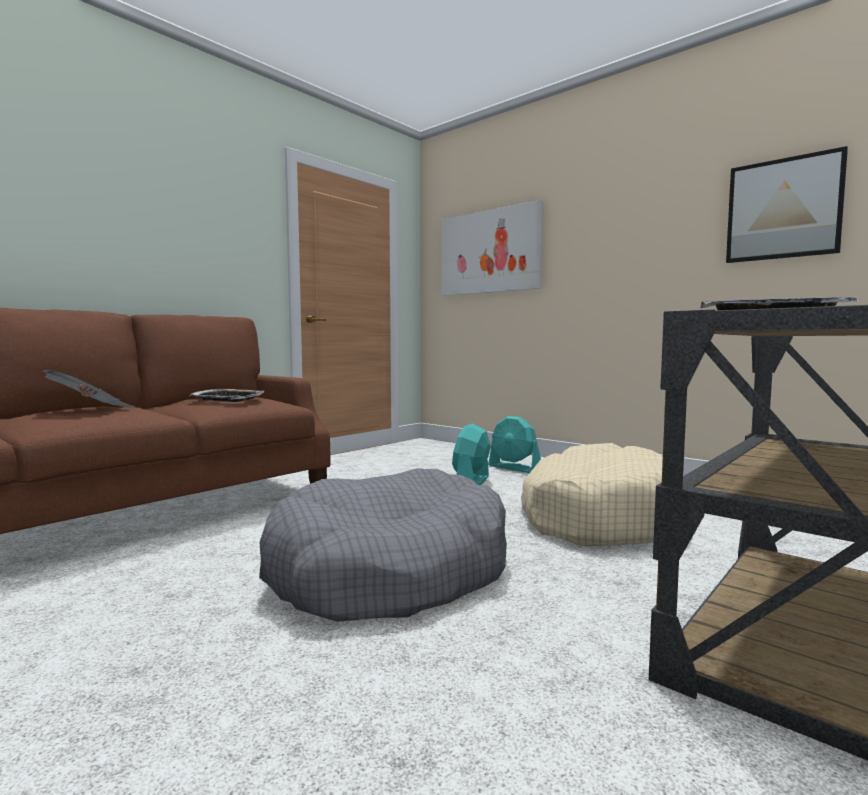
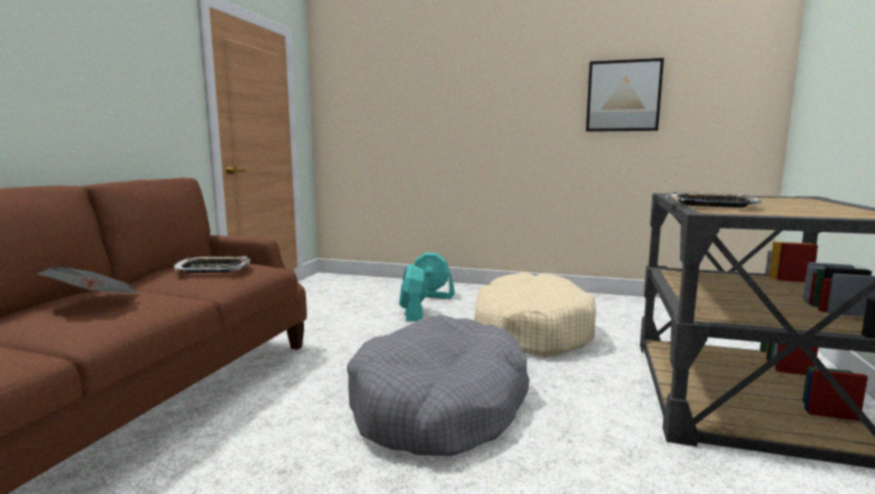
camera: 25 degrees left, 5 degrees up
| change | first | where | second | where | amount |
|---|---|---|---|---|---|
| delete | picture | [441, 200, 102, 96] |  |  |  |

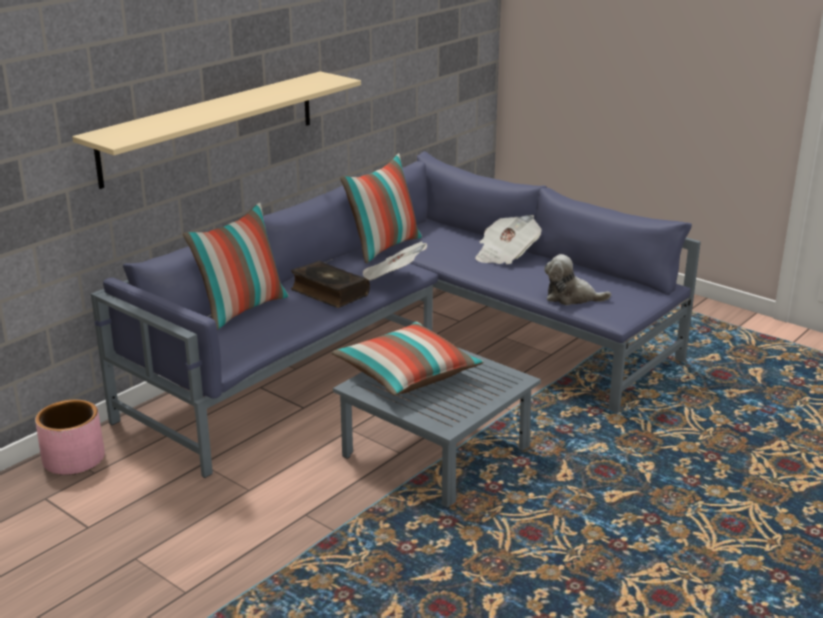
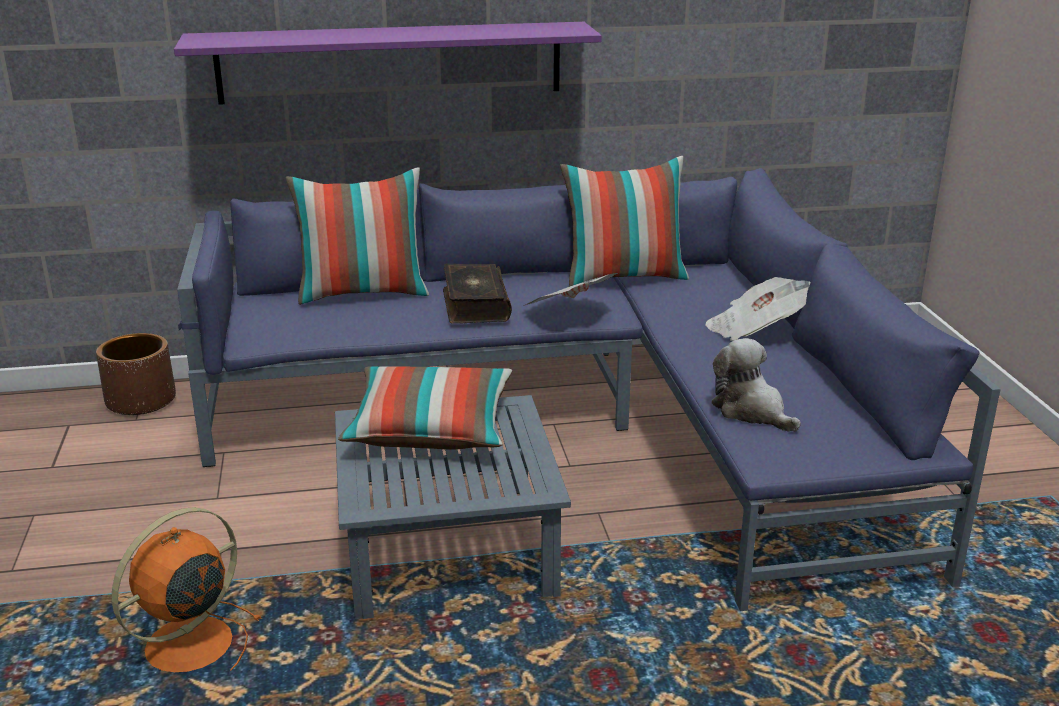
camera: 40 degrees right, 0 degrees up
| change | first | where | second | where | amount |
|---|---|---|---|---|---|
| recolor | shelf (beige) | [72, 71, 289, 118] | shelf (purple) | [174, 22, 428, 83] |  |
| recolor | planter (pink) | [35, 399, 70, 76] | planter (brown) | [96, 333, 80, 82] |  |
| insert |  |  | fan (orange) | [112, 507, 150, 165] |  |

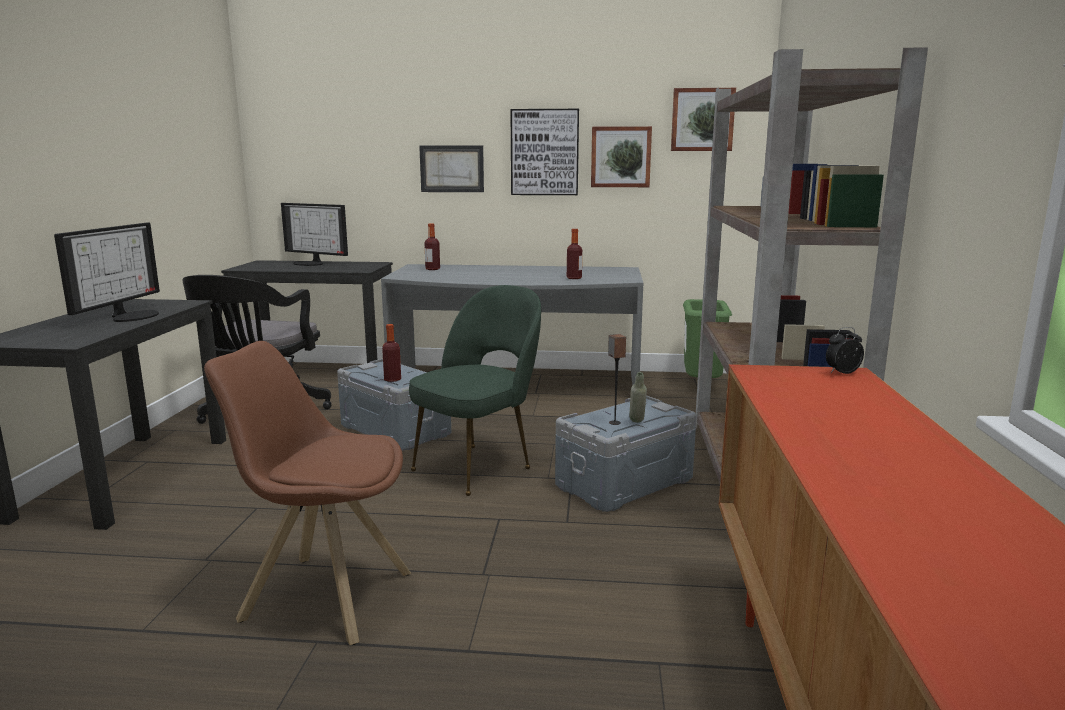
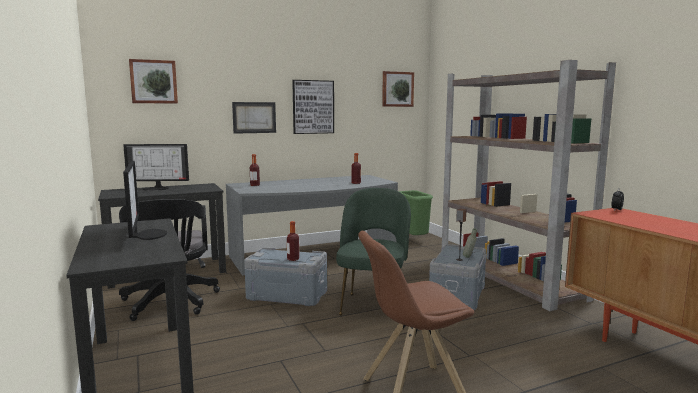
camera: 30 degrees left, 5 degrees down
| change | first | where | second | where | amount |
|---|---|---|---|---|---|
| move | picture | [591, 126, 61, 61] |  | [129, 59, 49, 45] |  |

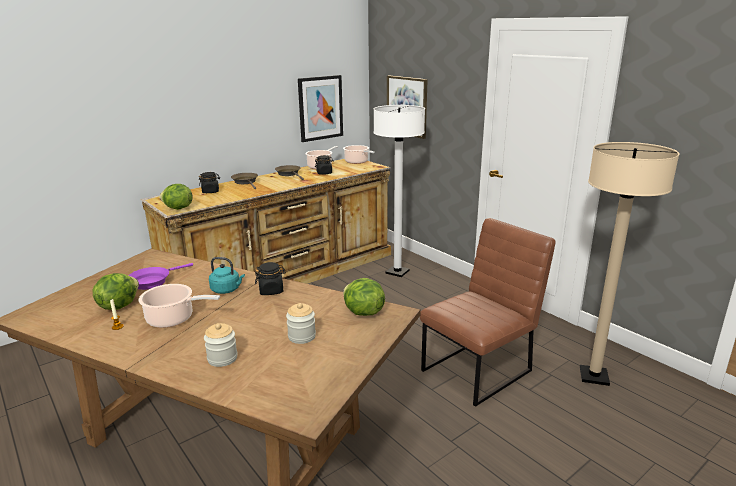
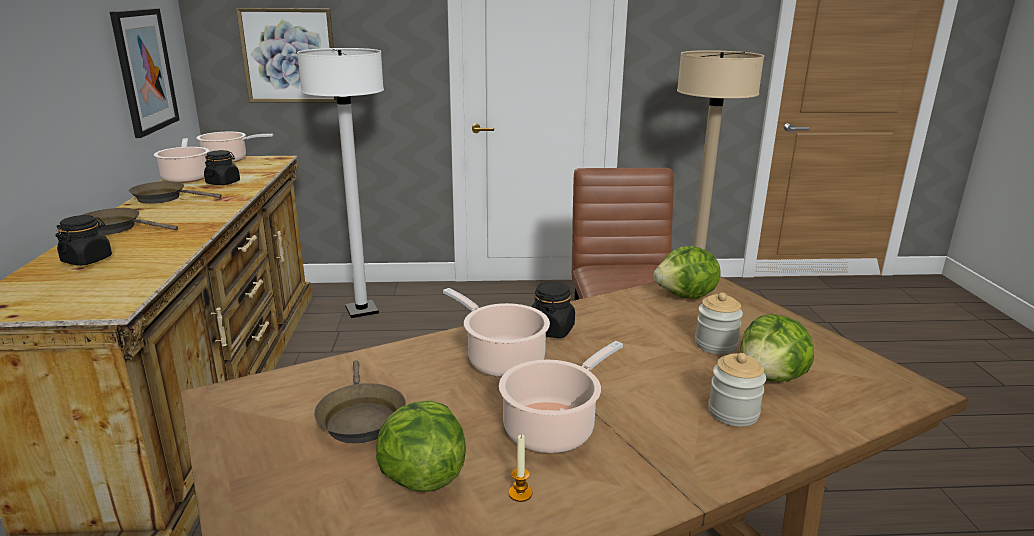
camera: 55 degrees left, 0 degrees up
| change | first | where | second | where | amount |
|---|---|---|---|---|---|
| move | lettuce | [159, 184, 34, 26] |  | [741, 314, 73, 68] |  |
| replace | kettle (turquoise) | [209, 257, 36, 37] | cooking pot | [443, 288, 107, 89] |  |
| recolor | frying pan (purple) | [128, 263, 65, 27] | frying pan (brown) | [314, 360, 92, 83] |  |

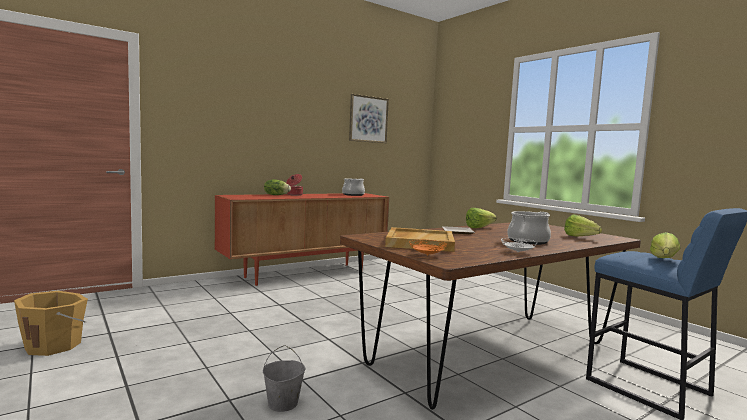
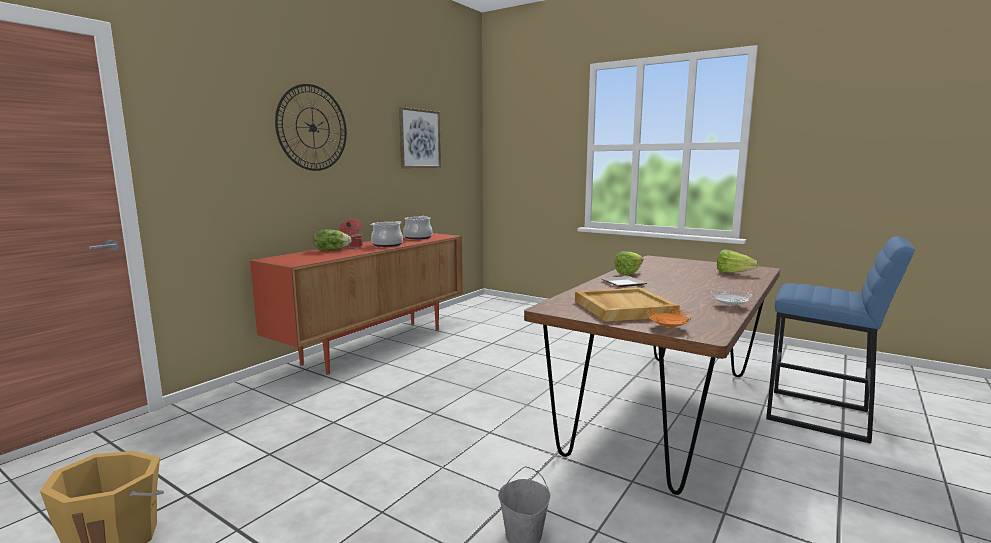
camera: 20 degrees left, 5 degrees up
| change | first | where | second | where | amount |
|---|---|---|---|---|---|
| move | cooking pot | [507, 211, 44, 34] |  | [370, 221, 33, 26] |  |
| delete | lettuce | [650, 232, 30, 26] |  |  |  |
| insert |  |  | wall clock | [275, 84, 72, 87] |  |

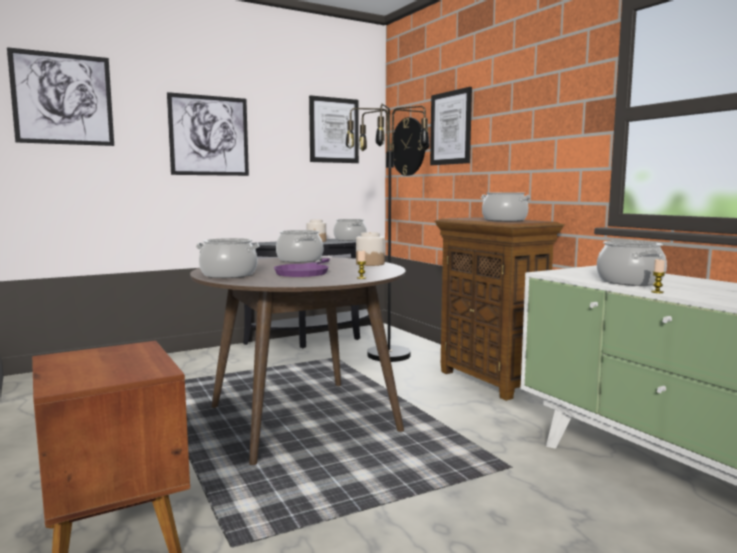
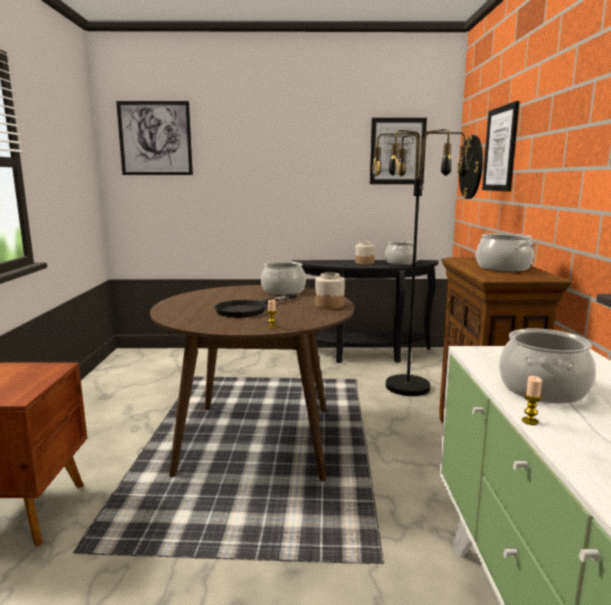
camera: 30 degrees right, 5 degrees up
| change | first | where | second | where | amount |
|---|---|---|---|---|---|
| delete | picture | [167, 92, 82, 84] |  |  |  |
| delete | cooking pot | [196, 238, 64, 40] |  |  |  |
| recolor | frying pan (purple) | [274, 258, 56, 19] | frying pan (black) | [215, 294, 82, 24] |  |

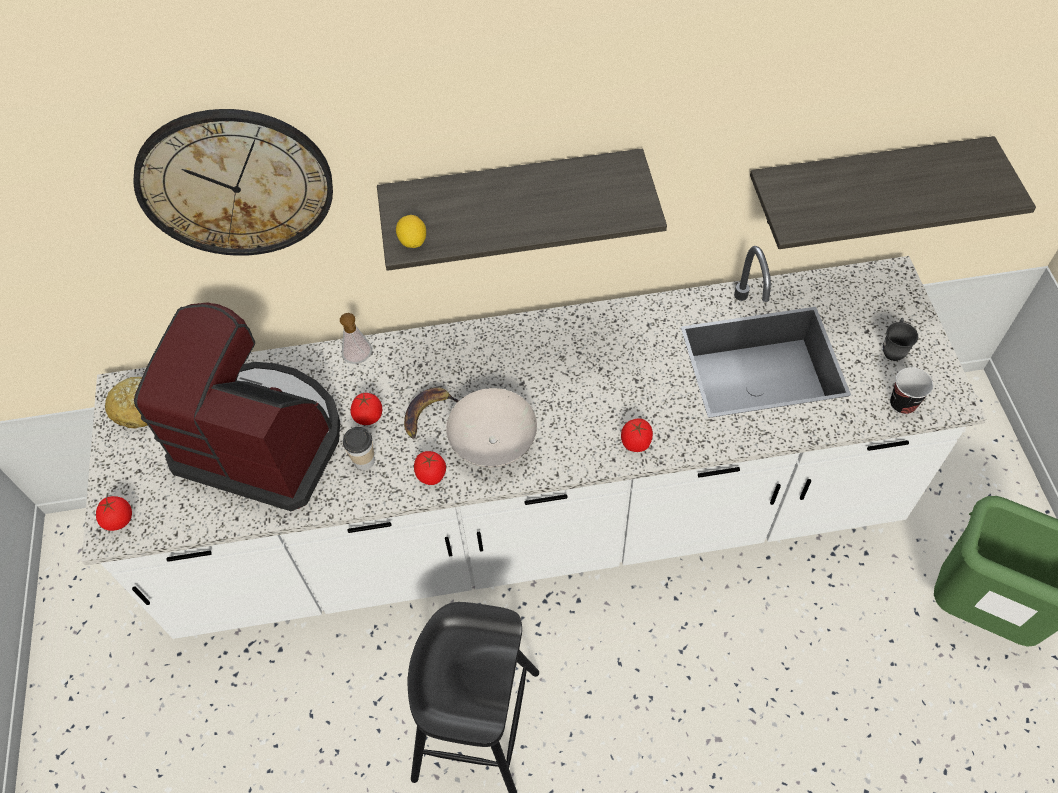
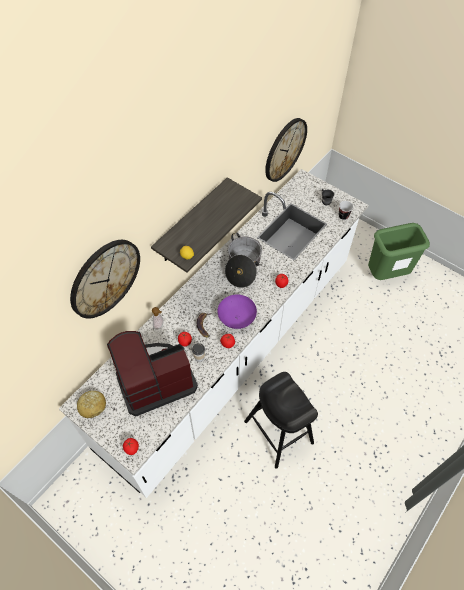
camera: 45 degrees left, 0 degrees up
| change | first | where | second | where | amount |
|---|---|---|---|---|---|
| replace | shelf | [750, 136, 286, 113] | wall clock | [265, 118, 42, 64] |  |
| recolor | bowl (white) | [446, 388, 91, 80] | bowl (purple) | [218, 295, 39, 34] |  |
| insert |  |  | cooking pot | [225, 233, 37, 55] |  |

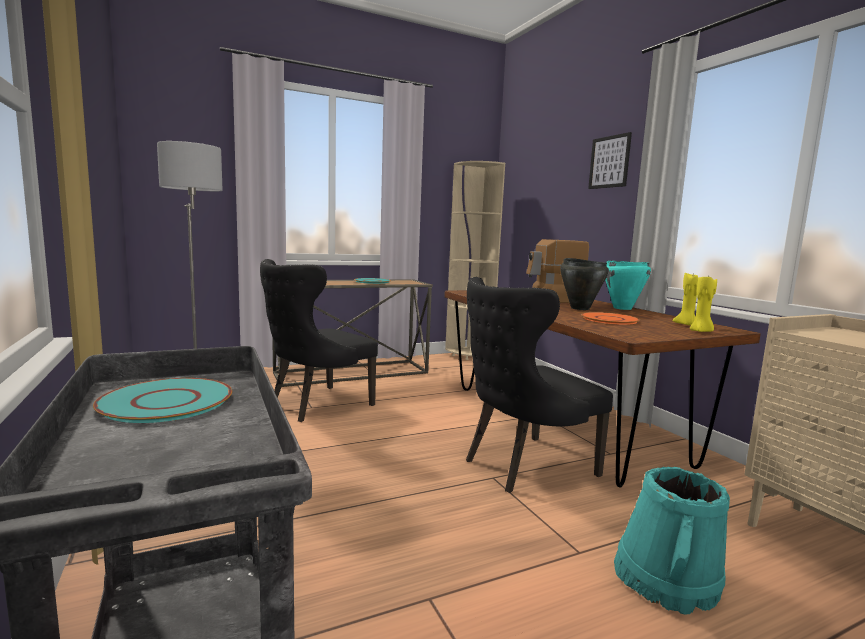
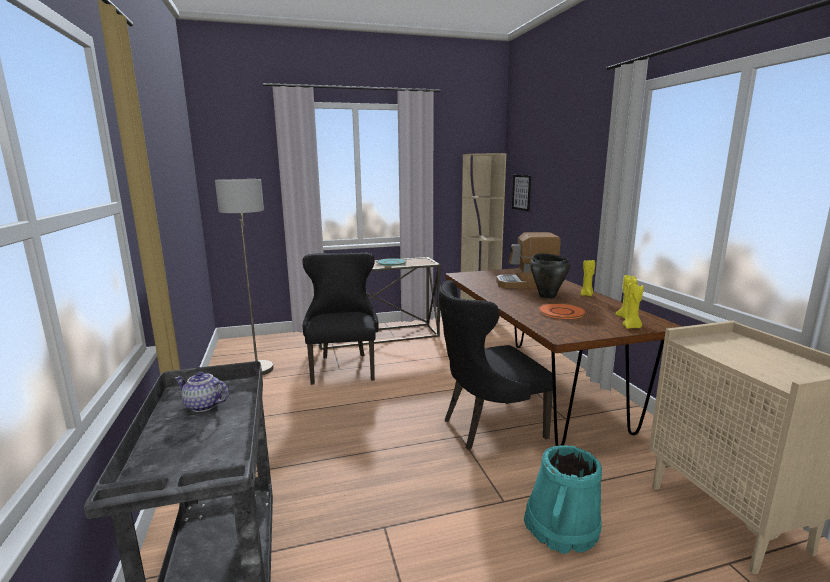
camera: 10 degrees right, 5 degrees up
| change | first | where | second | where | amount |
|---|---|---|---|---|---|
| move | picture | [588, 132, 44, 57] |  | [512, 175, 19, 37] |  |
| rotate | chair (black) | [260, 259, 118, 163] |  | [302, 252, 76, 133] | 120 degrees clockwise |
| replace | cooking pot (turquoise) | [605, 260, 46, 50] | candle (yellow) | [580, 260, 15, 36] |  |
| replace | plate (turquoise) | [93, 378, 139, 45] | teapot | [175, 371, 54, 41] |  |

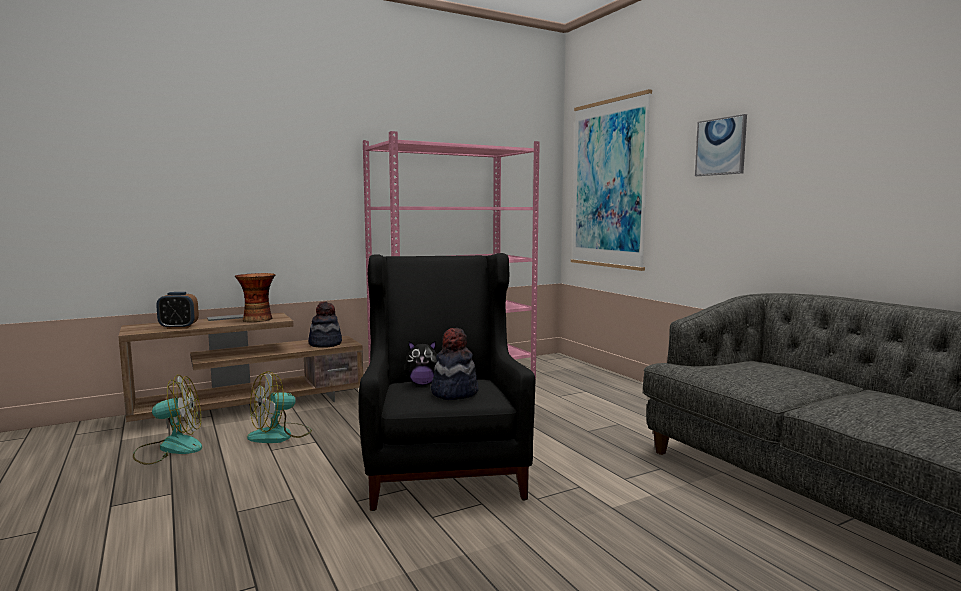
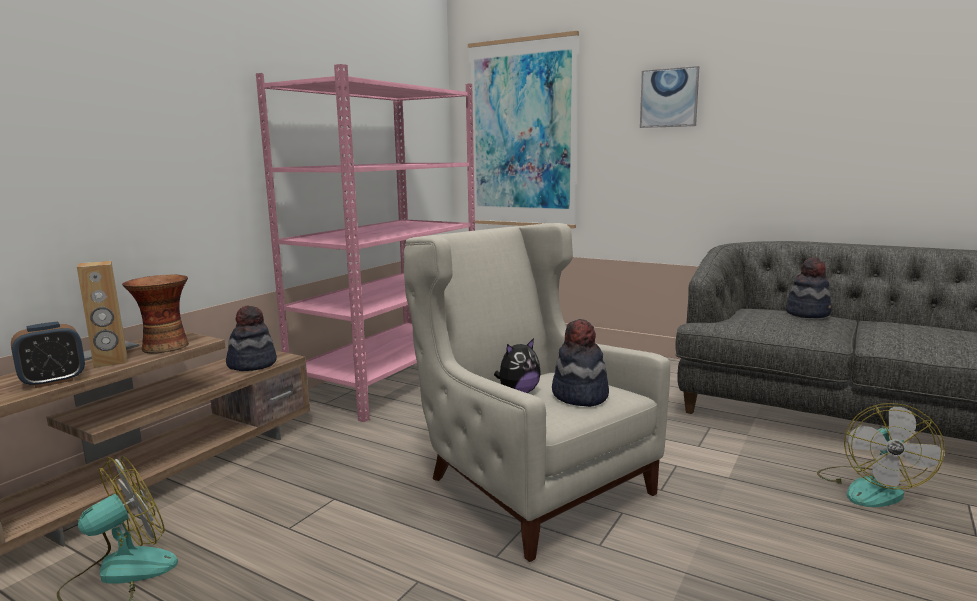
camera: 30 degrees left, 5 degrees up
| change | first | where | second | where | amount |
|---|---|---|---|---|---|
| recolor | armchair (black) | [358, 253, 177, 258] | armchair (beige) | [404, 223, 266, 339] |  |
| move | fan | [247, 371, 65, 72] |  | [817, 403, 128, 104] |  |
| insert |  |  | hat | [786, 258, 46, 60] |  |
| insert |  |  | speaker (brown) | [77, 261, 50, 107] |  |

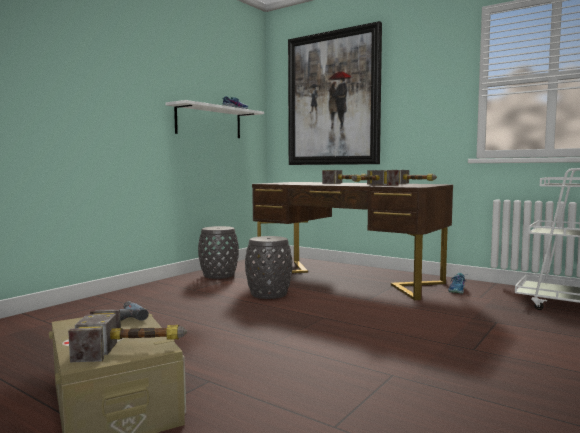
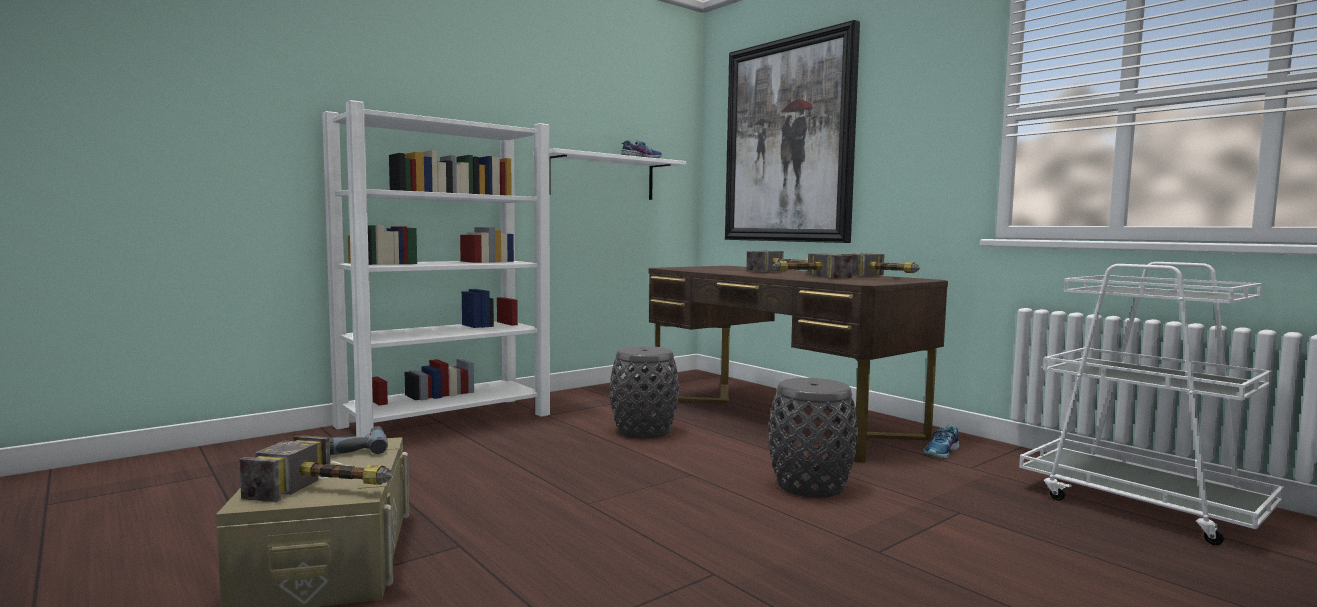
camera: 15 degrees right, 0 degrees up
| change | first | where | second | where | amount |
|---|---|---|---|---|---|
| move | stool (grey) | [198, 226, 41, 53] |  | [768, 378, 90, 120] |  |
| insert |  |  | bookcase (white) | [322, 100, 228, 337] |  |

